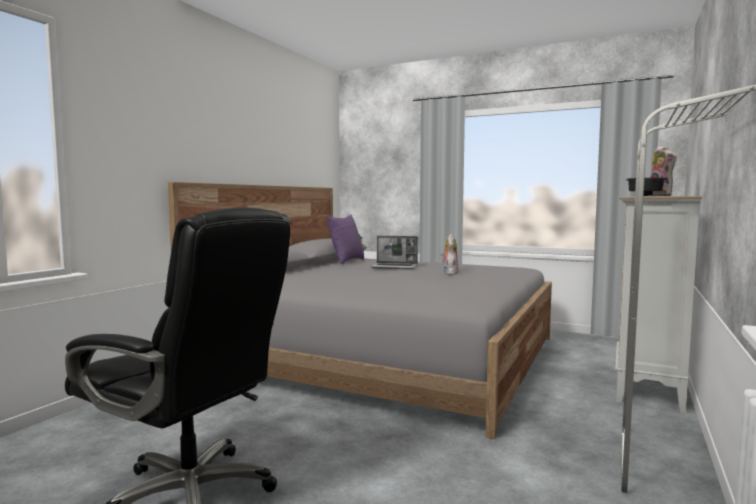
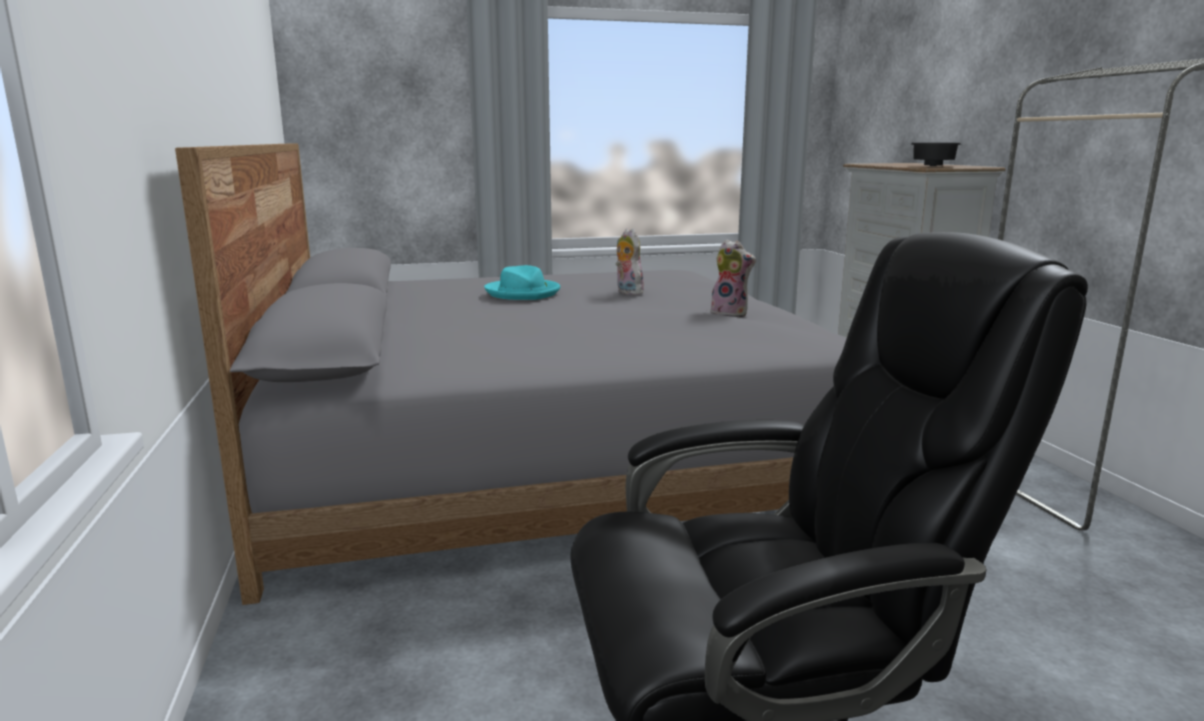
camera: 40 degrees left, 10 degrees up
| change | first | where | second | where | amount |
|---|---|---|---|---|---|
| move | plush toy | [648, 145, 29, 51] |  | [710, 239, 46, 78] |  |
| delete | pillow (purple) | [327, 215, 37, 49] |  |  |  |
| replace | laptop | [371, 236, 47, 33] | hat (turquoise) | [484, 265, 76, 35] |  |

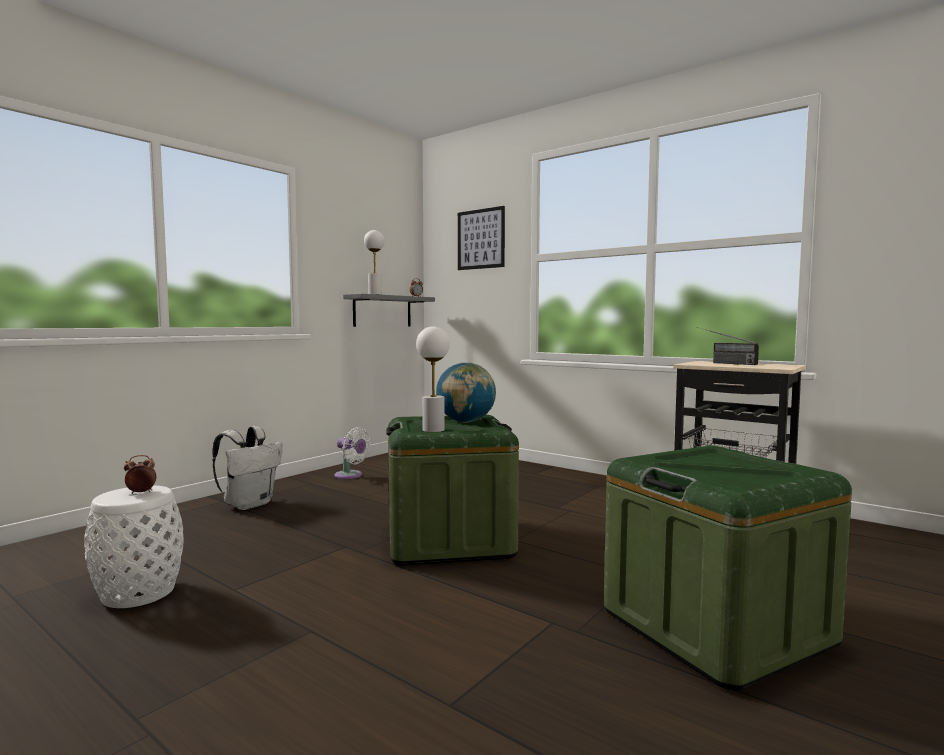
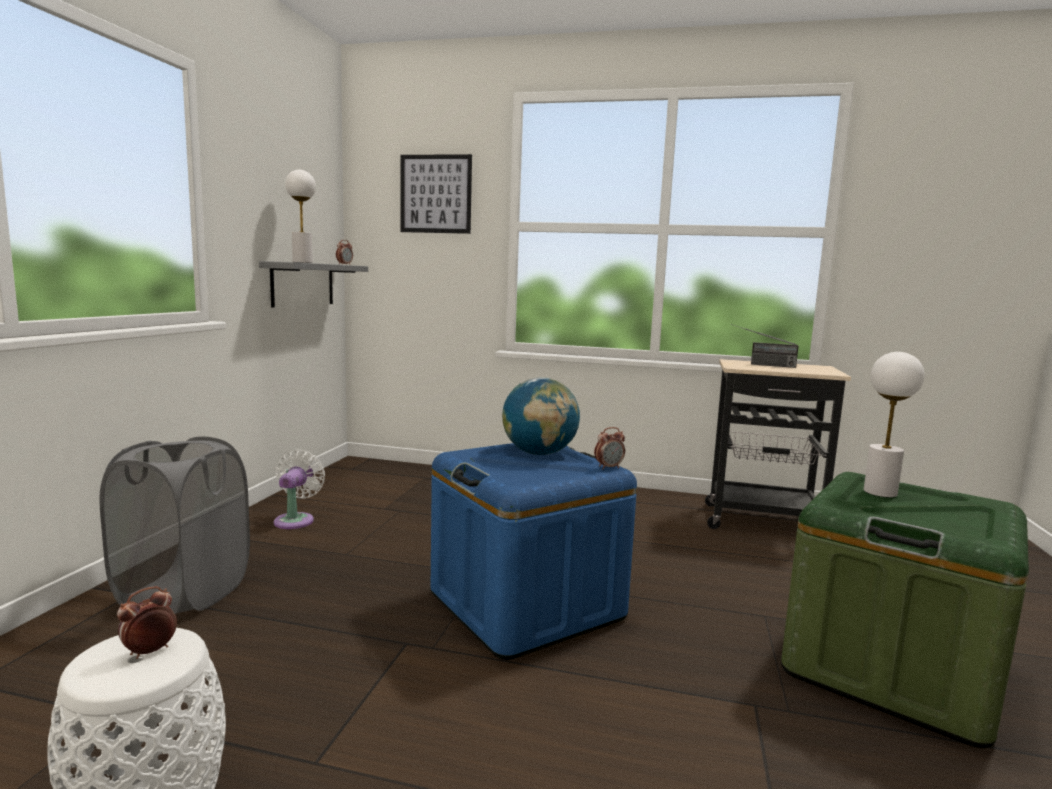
camera: 25 degrees left, 5 degrees up
| change | first | where | second | where | amount |
|---|---|---|---|---|---|
| move | table lamp (white) | [416, 326, 34, 106] |  | [864, 352, 61, 146] |  |
| recolor | storage box (green) | [386, 415, 133, 151] | storage box (blue) | [431, 443, 206, 217] |  |
| replace | backpack (white) | [212, 426, 71, 84] | laundry basket (grey) | [100, 436, 150, 178] |  |
| rotate | fan (white) | [334, 427, 37, 52] |  | [274, 449, 51, 80] | 90 degrees counterclockwise |
| insert |  |  | alarm clock | [594, 427, 31, 42] |  |

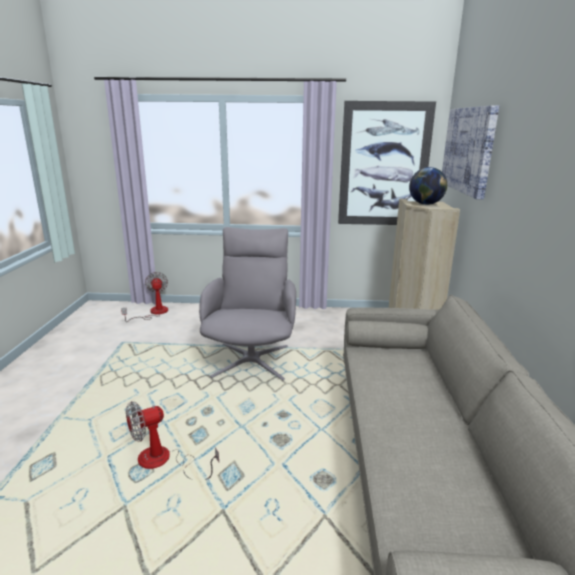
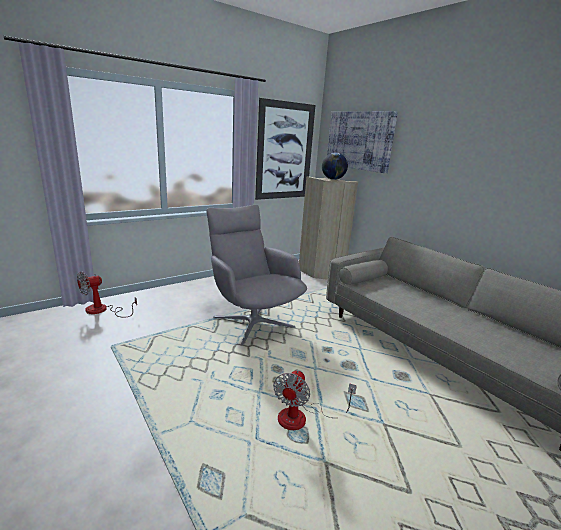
camera: 40 degrees left, 0 degrees up
| change | first | where | second | where | amount |
|---|---|---|---|---|---|
| rotate | fan | [121, 272, 47, 50] |  | [77, 271, 60, 47] | 75 degrees counterclockwise |

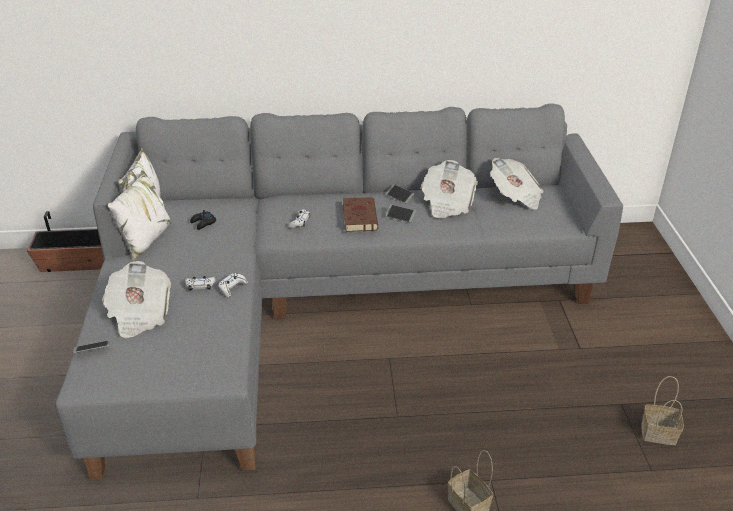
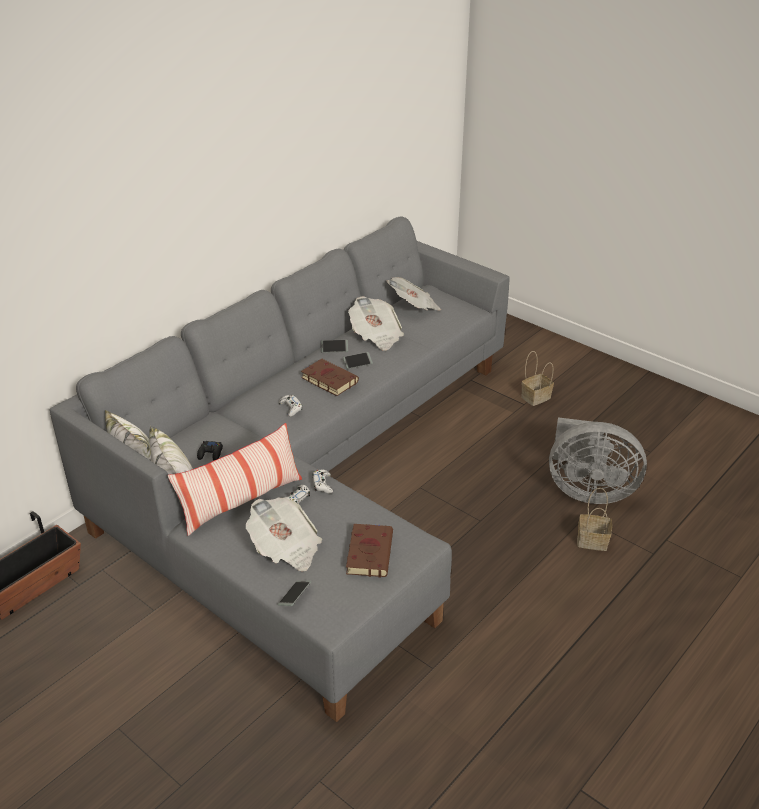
camera: 45 degrees left, 0 degrees up
| change | first | where | second | where | amount |
|---|---|---|---|---|---|
| move | basket | [642, 376, 41, 69] |  | [521, 351, 33, 55] |  |
| insert |  |  | fan (grey) | [549, 417, 98, 87] |  |
| insert |  |  | pillow | [168, 423, 134, 113] |  |
| insert |  |  | book (brown) | [346, 524, 47, 53] |  |

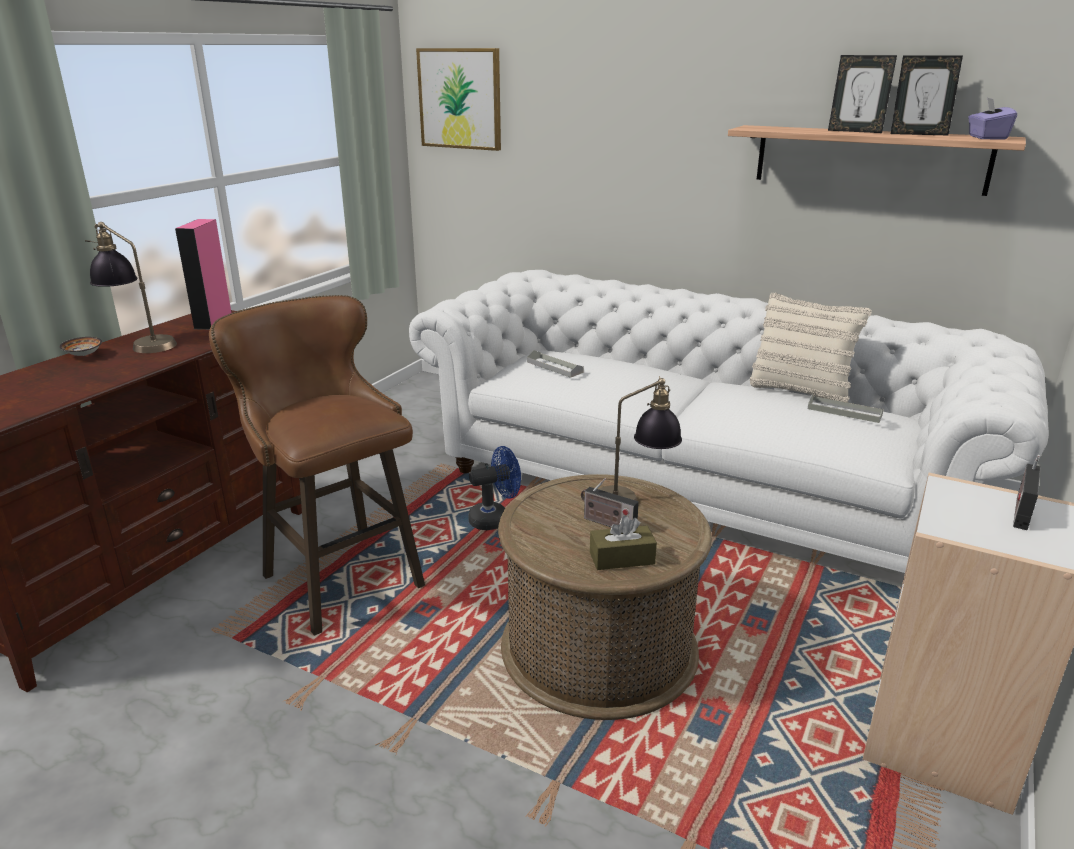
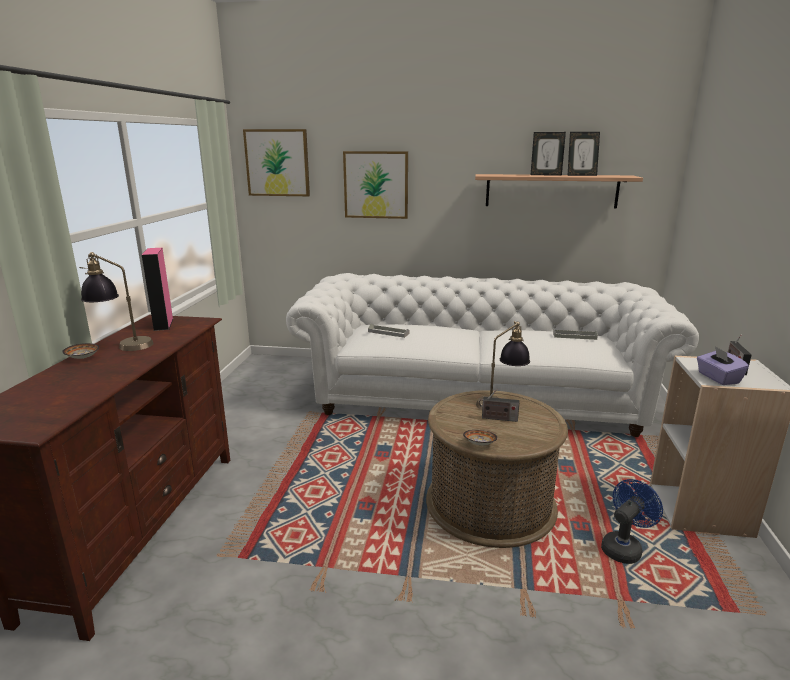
camera: 20 degrees left, 5 degrees down
| change | first | where | second | where | amount |
|---|---|---|---|---|---|
| move | tissue box (purple) | [968, 98, 49, 42] |  | [697, 346, 52, 39] |  |
| delete | pillow (beige) | [750, 292, 122, 111] |  |  |  |
| delete | stool (brown) | [209, 295, 216, 341] |  |  |  |
| move | fan (blue) | [468, 446, 53, 84] |  | [601, 479, 62, 85] |  |
| delete | tissue box (brown) | [590, 516, 67, 54] |  |  |  |
| insert |  |  | picture | [343, 151, 65, 68] |  |
| insert |  |  | bowl | [463, 430, 35, 16] |  |

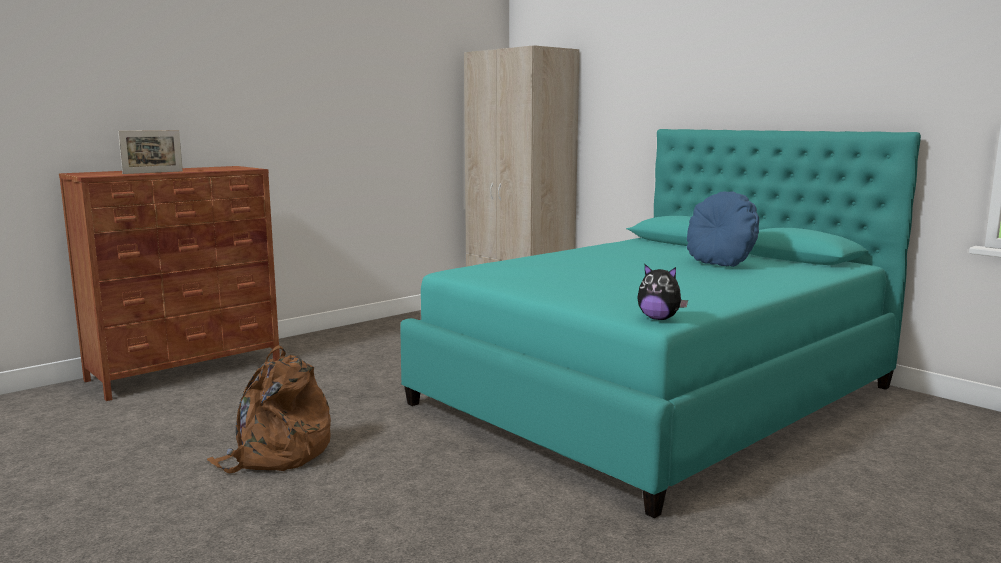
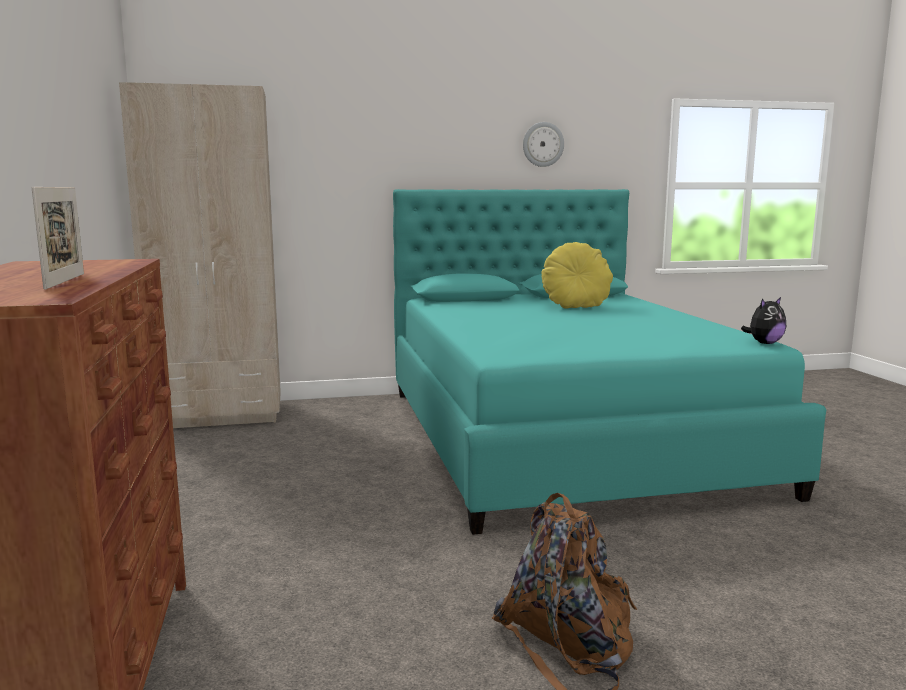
camera: 60 degrees left, 0 degrees up
| change | first | where | second | where | amount |
|---|---|---|---|---|---|
| recolor | pillow (blue) | [687, 191, 72, 76] | pillow (yellow) | [542, 242, 71, 67] |  |
| insert |  |  | wall clock | [523, 122, 41, 45] |  |

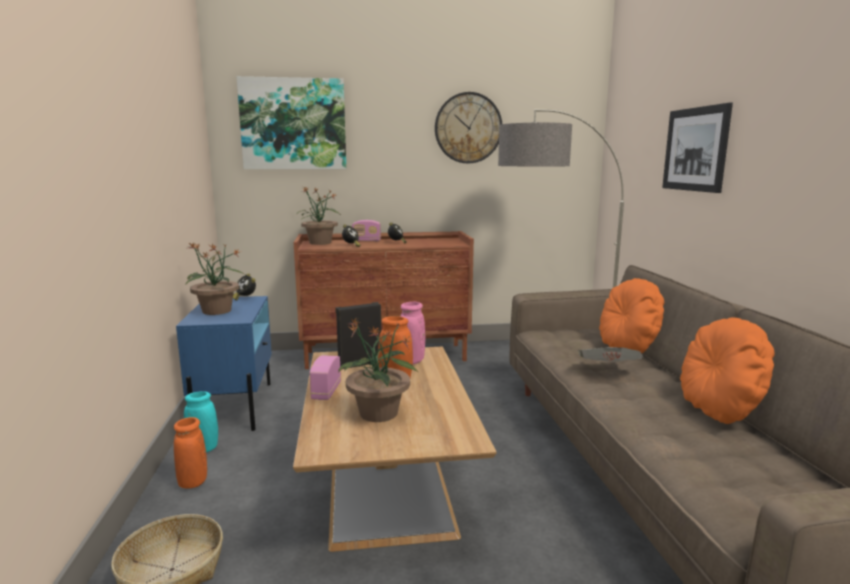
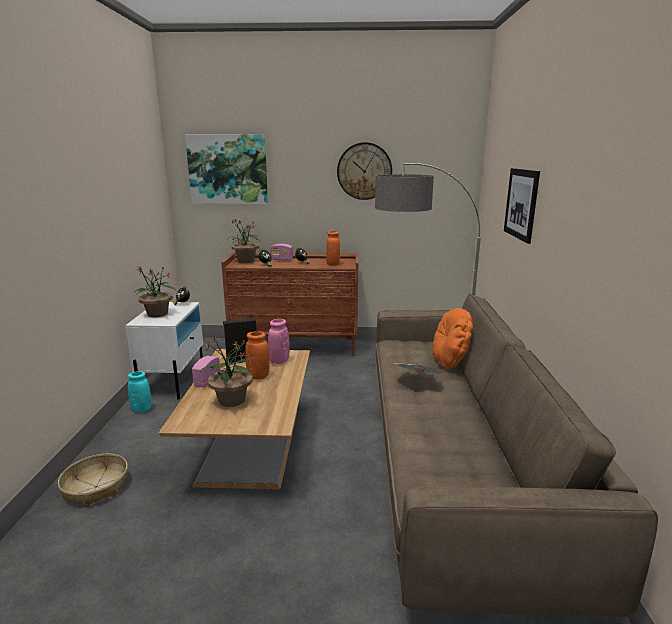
camera: 10 degrees right, 5 degrees up
| change | first | where | second | where | amount |
|---|---|---|---|---|---|
| recolor | nightstand (blue) | [176, 296, 96, 135] | nightstand (white) | [125, 302, 78, 98] |  |
| delete | pillow (orange) | [680, 317, 95, 107] |  |  |  |
| move | vase (orange) | [174, 417, 33, 72] |  | [326, 231, 14, 35] |  |

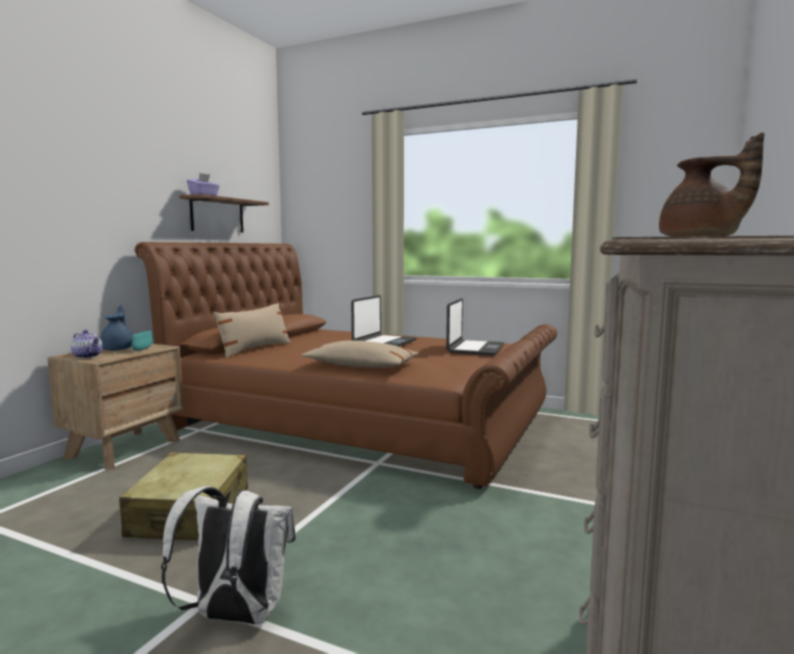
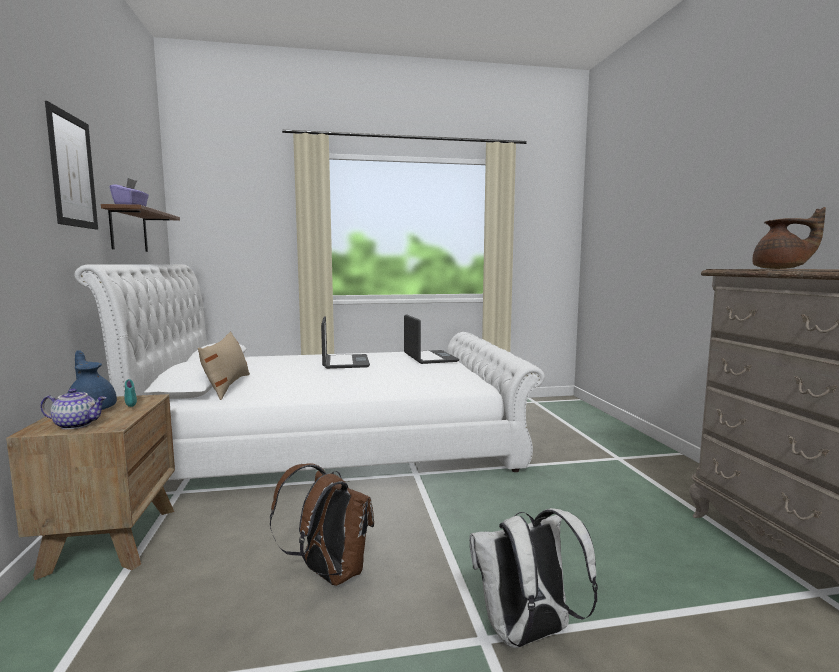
camera: 35 degrees left, 0 degrees up
| change | first | where | second | where | amount |
|---|---|---|---|---|---|
| recolor | bed (brown) | [135, 242, 422, 247] | bed (white) | [74, 264, 471, 216] |  |
| delete | pillow (beige) | [301, 340, 118, 28] |  |  |  |
| replace | suitcase (beige) | [119, 452, 129, 88] | backpack (brown) | [270, 463, 104, 123] |  |
| insert |  |  | picture | [45, 101, 53, 129] |  |

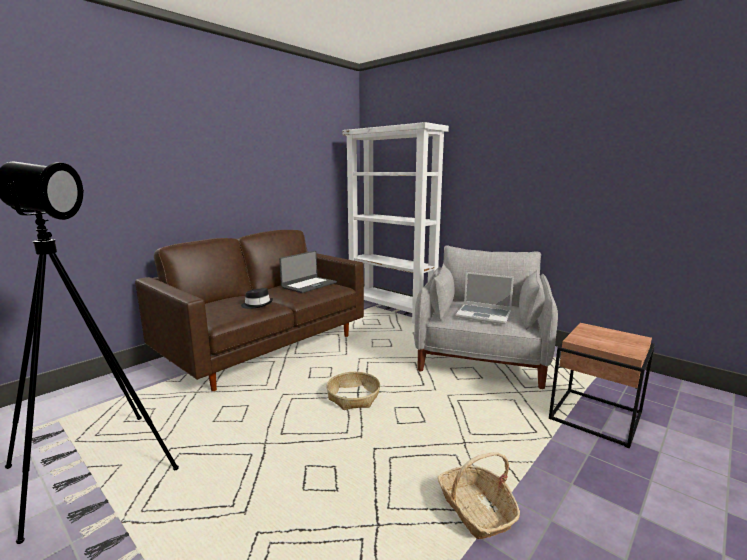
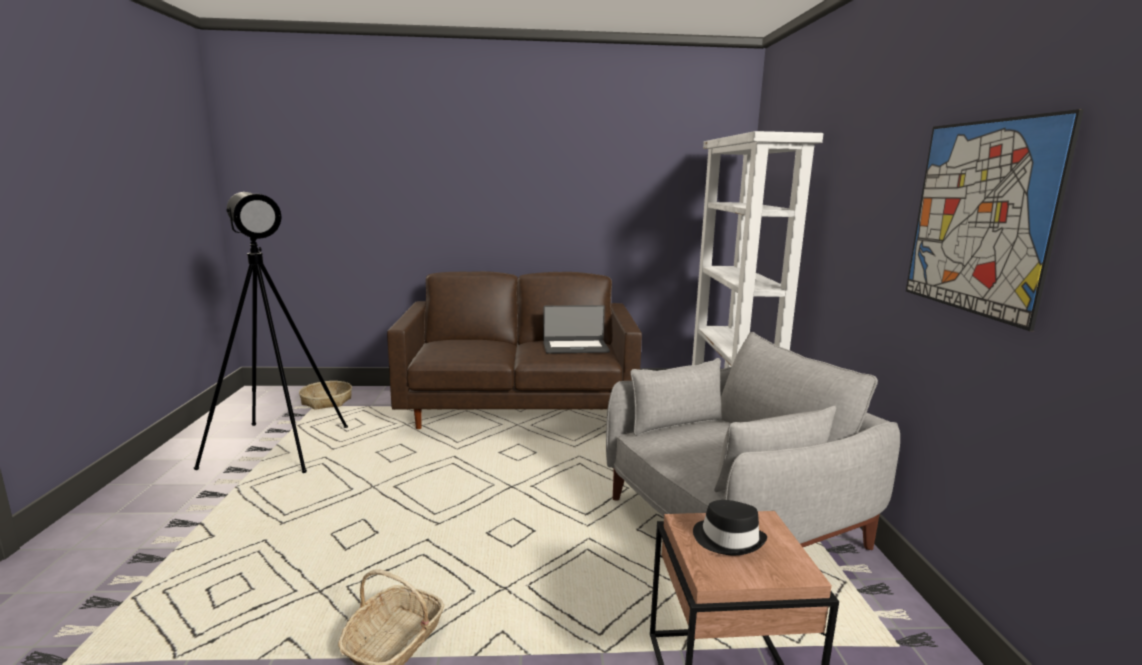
camera: 45 degrees right, 0 degrees up
| change | first | where | second | where | amount |
|---|---|---|---|---|---|
| delete | laptop | [455, 272, 59, 52] |  |  |  |
| move | hat (black) | [241, 288, 32, 21] |  | [693, 500, 74, 55] |  |
| move | basket | [327, 372, 53, 38] |  | [299, 381, 53, 29] |  |
| insert |  |  | picture | [906, 109, 178, 222] |  |

